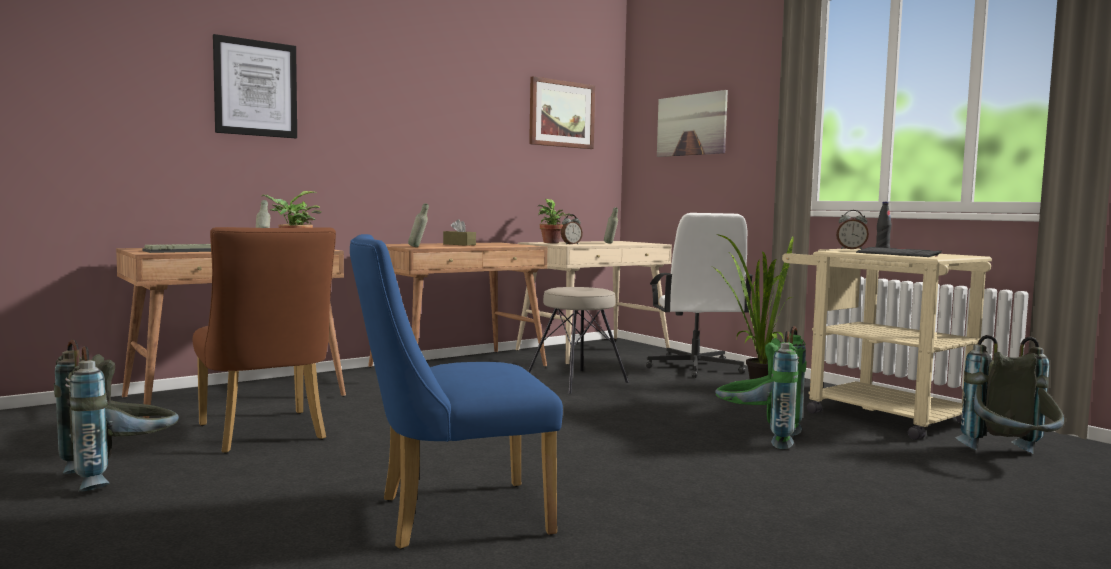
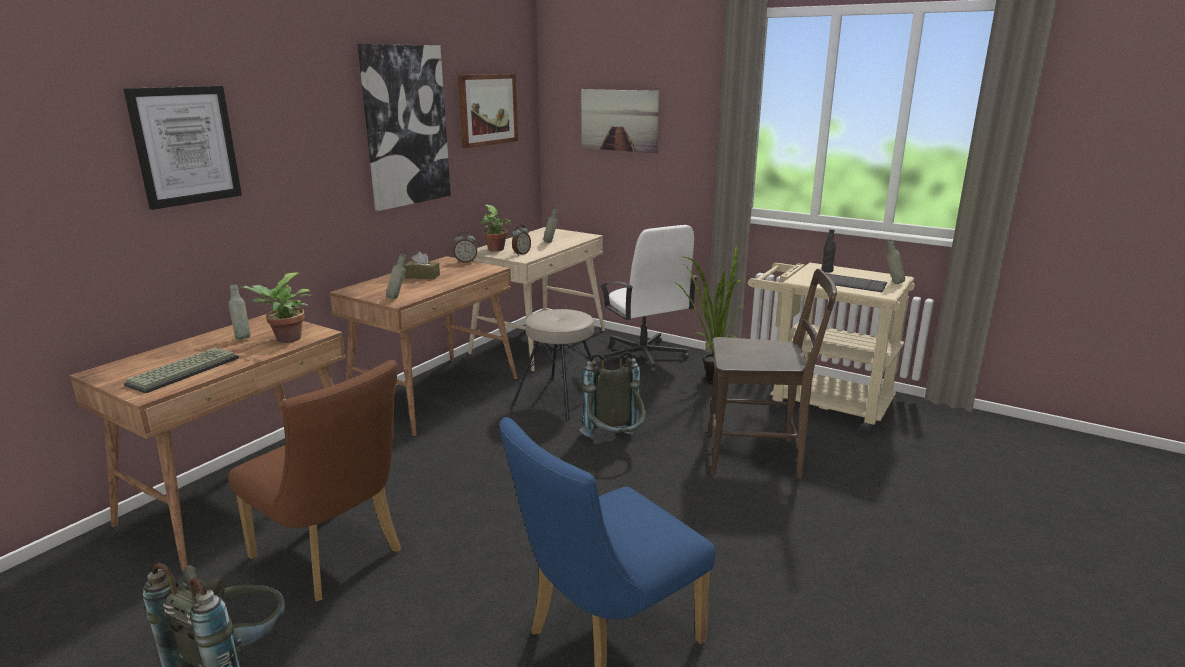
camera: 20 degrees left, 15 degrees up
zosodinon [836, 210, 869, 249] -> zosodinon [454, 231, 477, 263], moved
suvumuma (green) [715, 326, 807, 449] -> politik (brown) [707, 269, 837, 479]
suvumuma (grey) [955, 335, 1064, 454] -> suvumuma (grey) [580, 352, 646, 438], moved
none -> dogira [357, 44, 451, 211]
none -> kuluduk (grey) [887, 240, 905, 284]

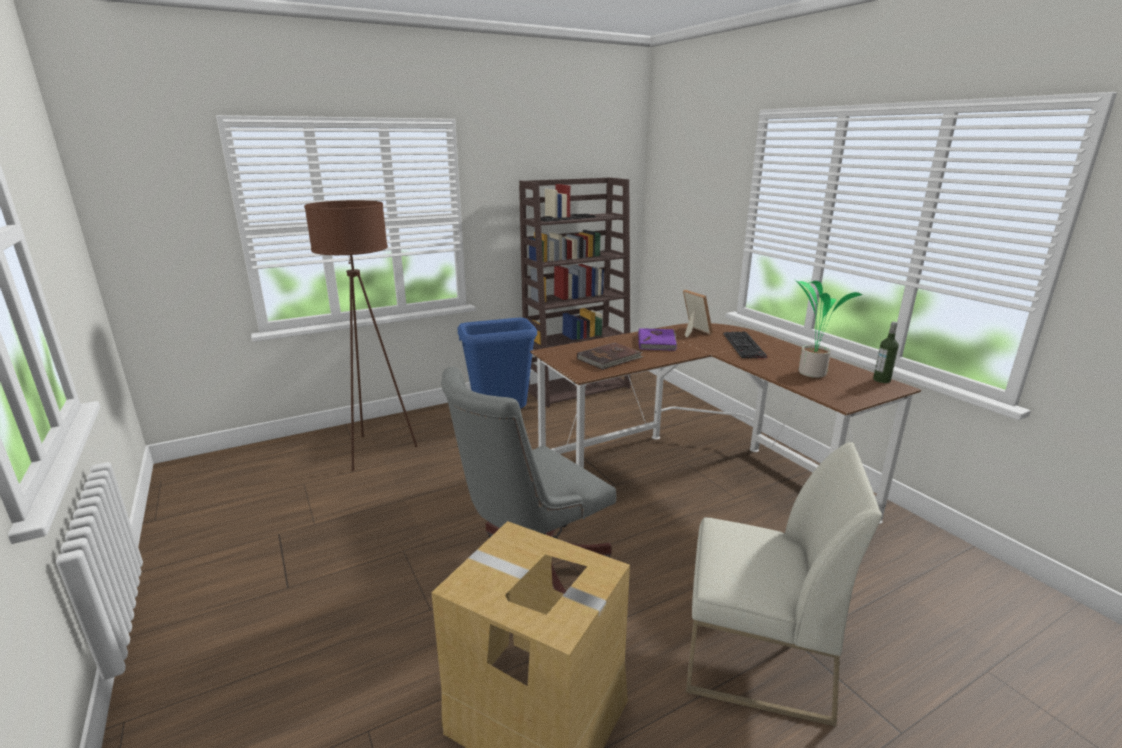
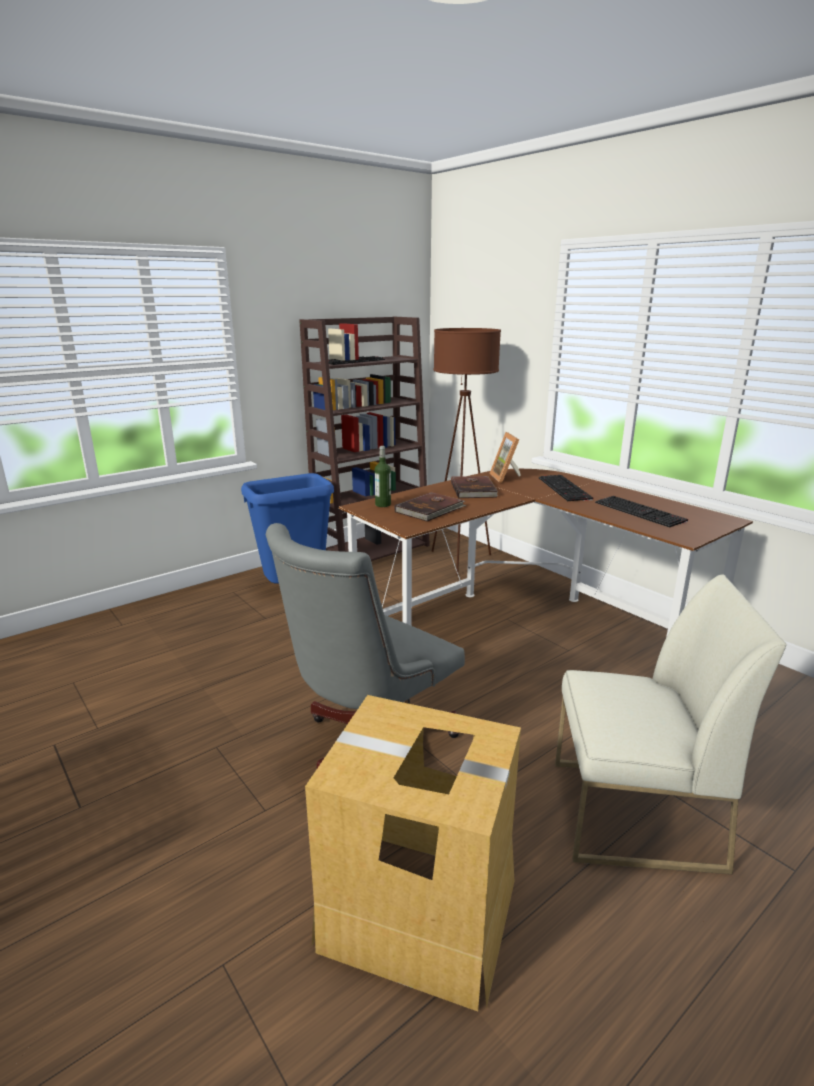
camera: 10 degrees left, 0 degrees up
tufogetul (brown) [304, 200, 418, 471] -> tufogetul (brown) [432, 328, 501, 575], moved
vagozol [795, 280, 863, 378] -> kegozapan [595, 496, 688, 528]
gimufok [683, 290, 713, 338] -> gimufok [489, 432, 521, 483], 150 degrees counterclockwise
kuluduk [873, 321, 899, 383] -> kuluduk [375, 446, 391, 507], moved
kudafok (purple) [638, 328, 677, 351] -> kudafok (brown) [451, 476, 498, 498]

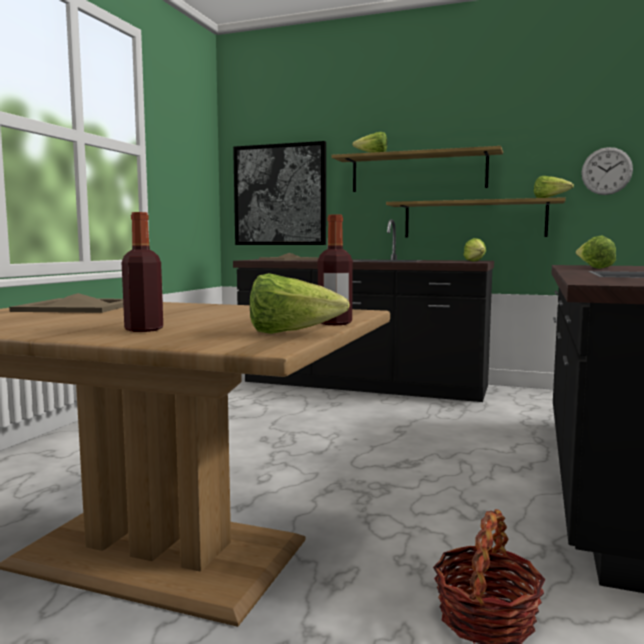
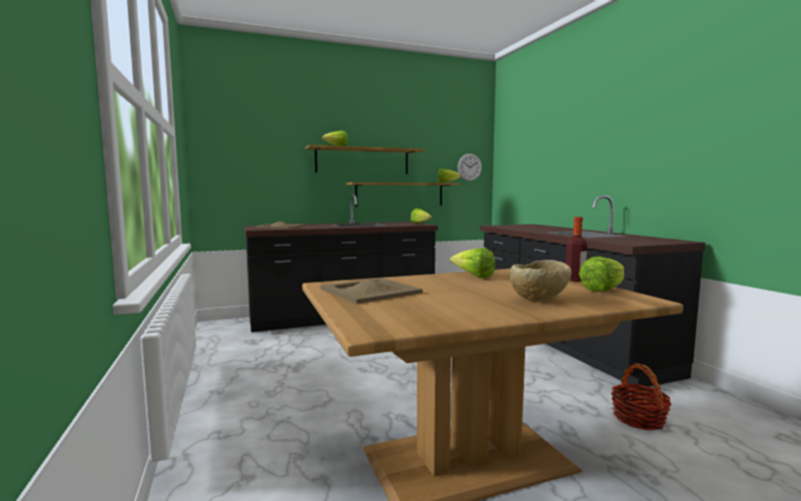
camera: 40 degrees left, 0 degrees up
dogira [233, 141, 326, 245] -> none
kuluduk [122, 212, 163, 332] -> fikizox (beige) [509, 260, 572, 301]
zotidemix [576, 235, 616, 269] -> zotidemix [450, 248, 495, 278], moved

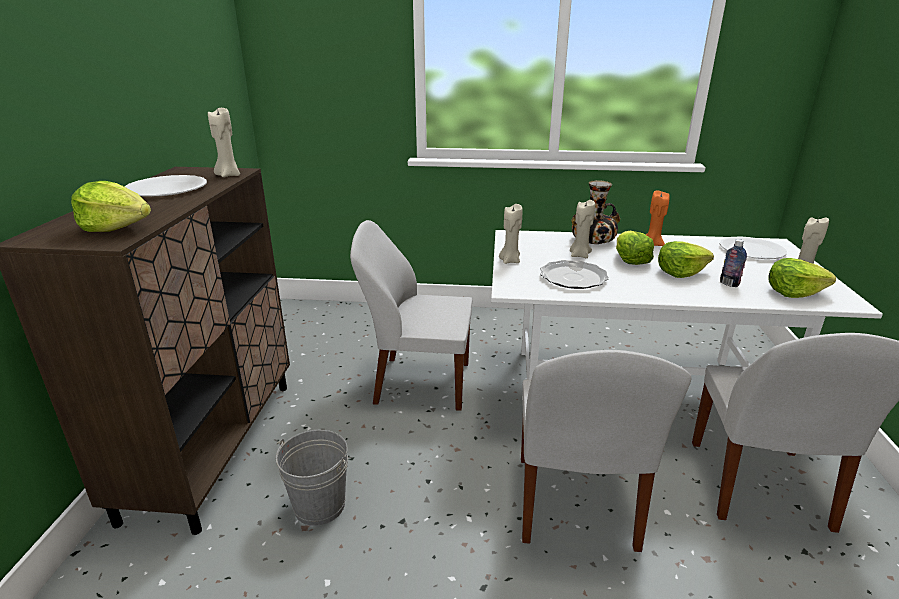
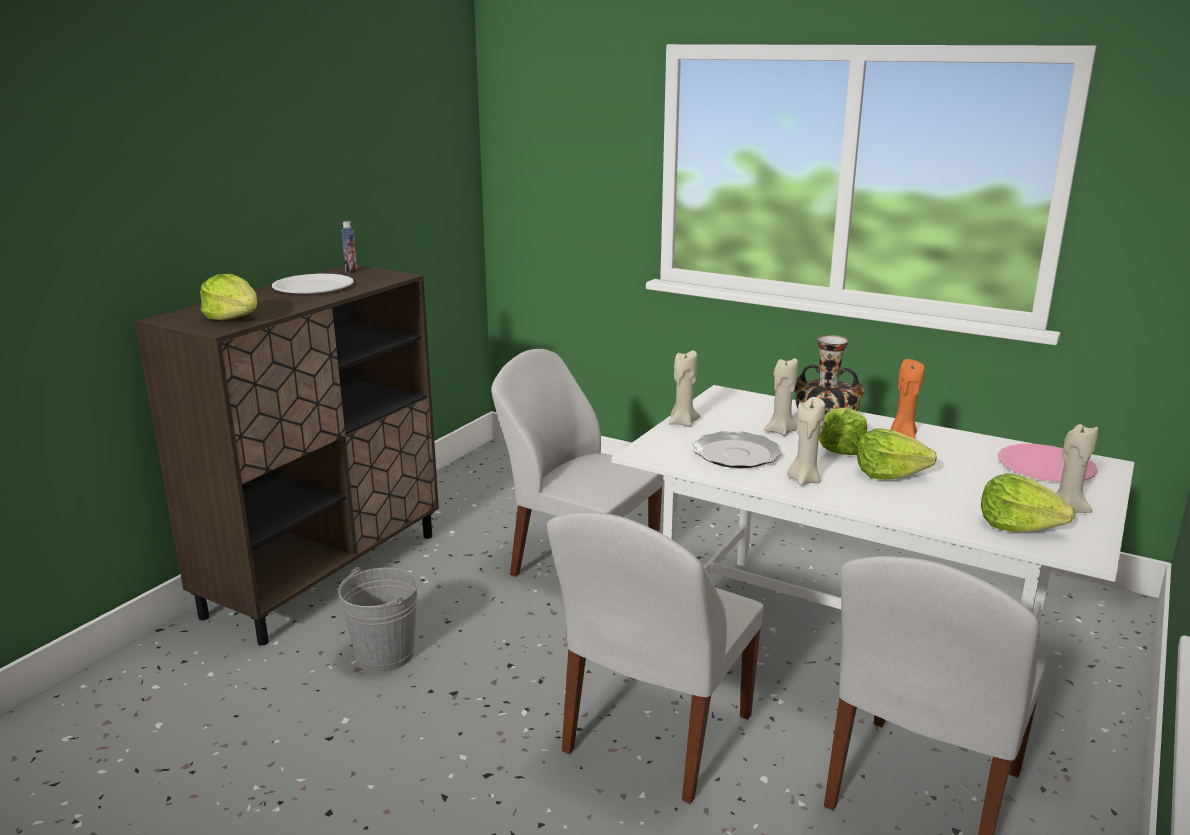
camera: 25 degrees right, 5 degrees down
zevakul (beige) [208, 108, 240, 177] -> zevakul (beige) [787, 397, 825, 486], moved
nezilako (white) [720, 237, 787, 259] -> nezilako (pink) [998, 444, 1098, 482]
kuluduk [720, 239, 747, 287] -> kuluduk [342, 221, 358, 274], moved

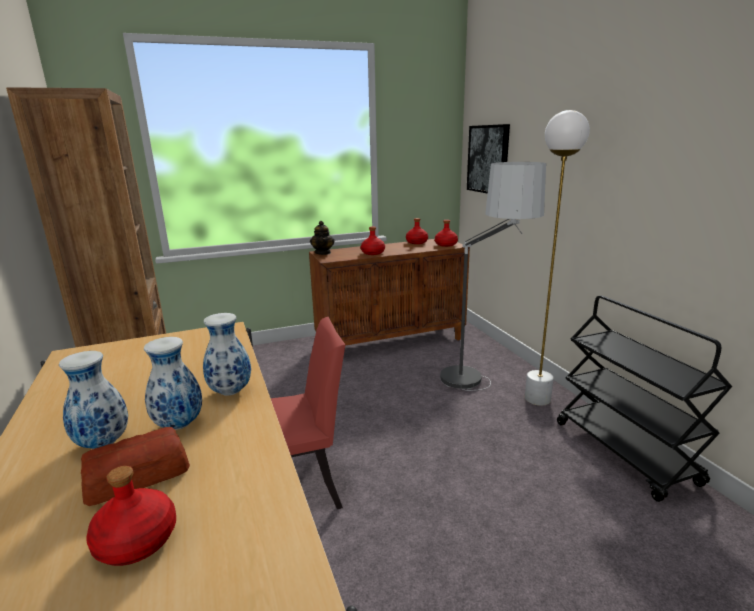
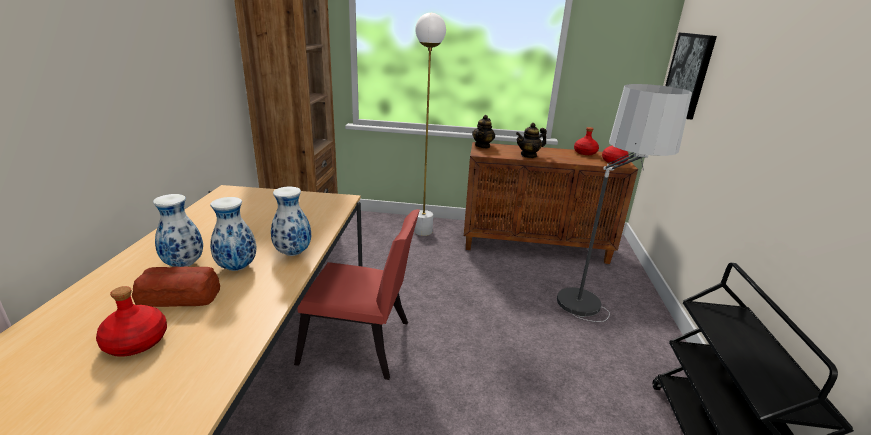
camera: 25 degrees right, 5 degrees up
tufogetul (white) [525, 110, 590, 406] -> tufogetul (white) [414, 13, 446, 236], moved
kuluduk (red) [361, 227, 385, 255] -> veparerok [516, 123, 547, 158]

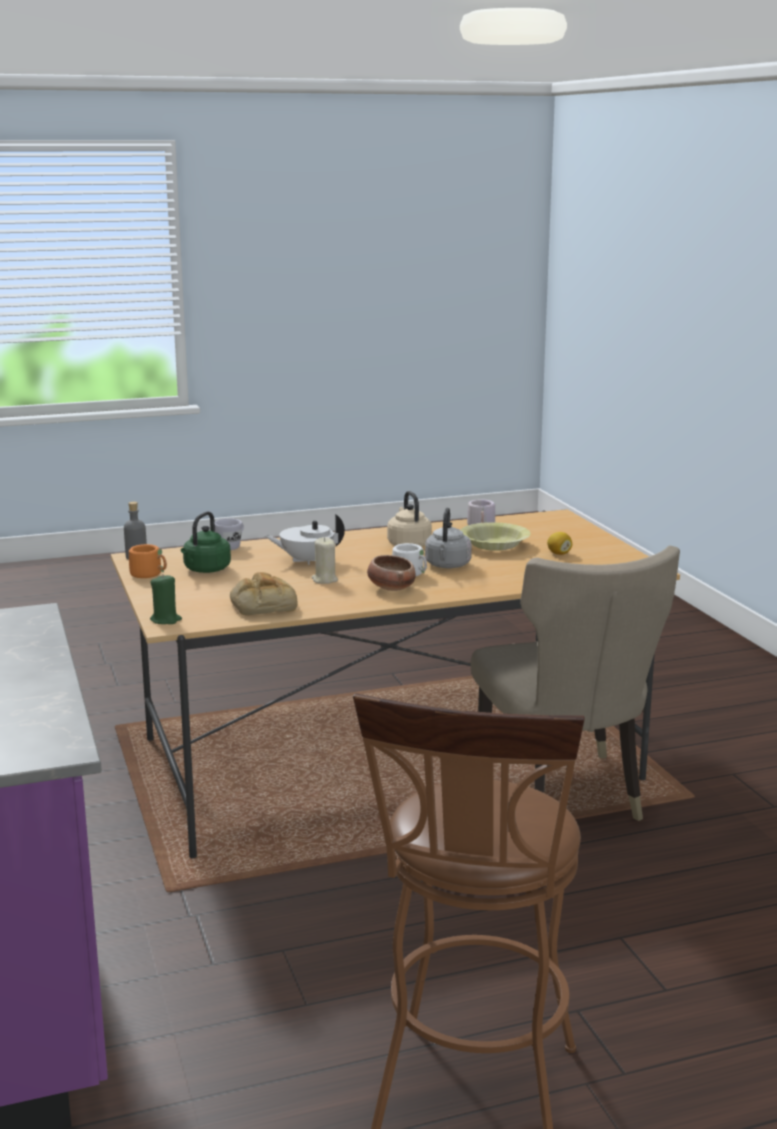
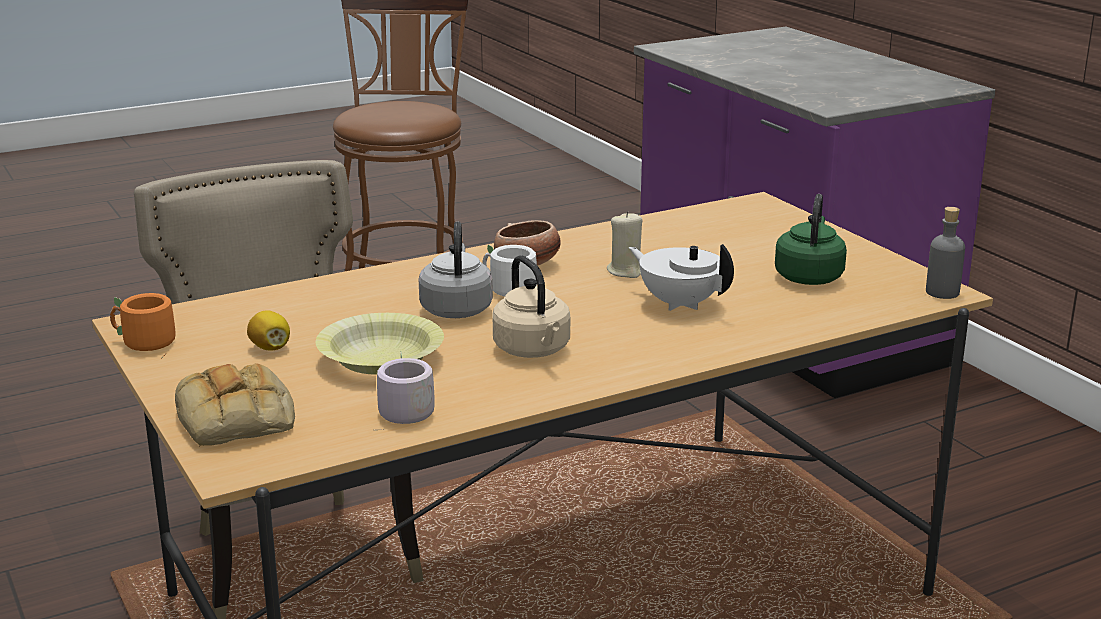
camera: 170 degrees right, 5 degrees up
veparerok (white) [264, 514, 345, 565] -> veparerok (white) [629, 244, 734, 311], 120 degrees counterclockwise
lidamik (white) [215, 518, 244, 550] -> none
lidamik (orange) [129, 544, 167, 578] -> lidamik (orange) [110, 293, 176, 359], moved
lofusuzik [230, 572, 297, 615] -> lofusuzik [175, 363, 295, 446], moved
zevakul (green) [150, 574, 182, 624] -> none

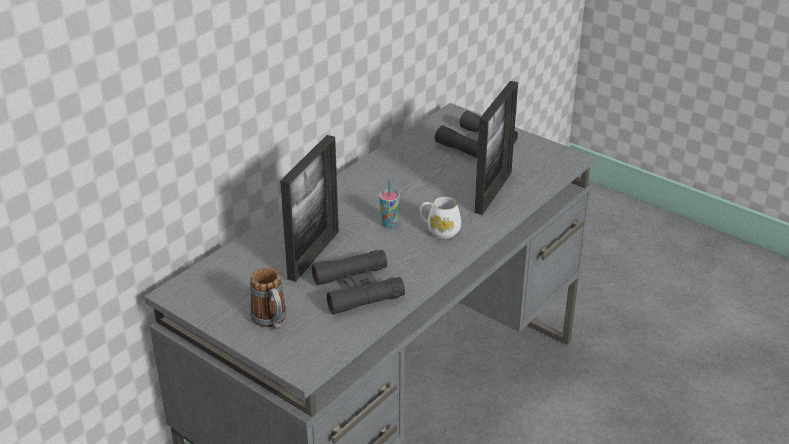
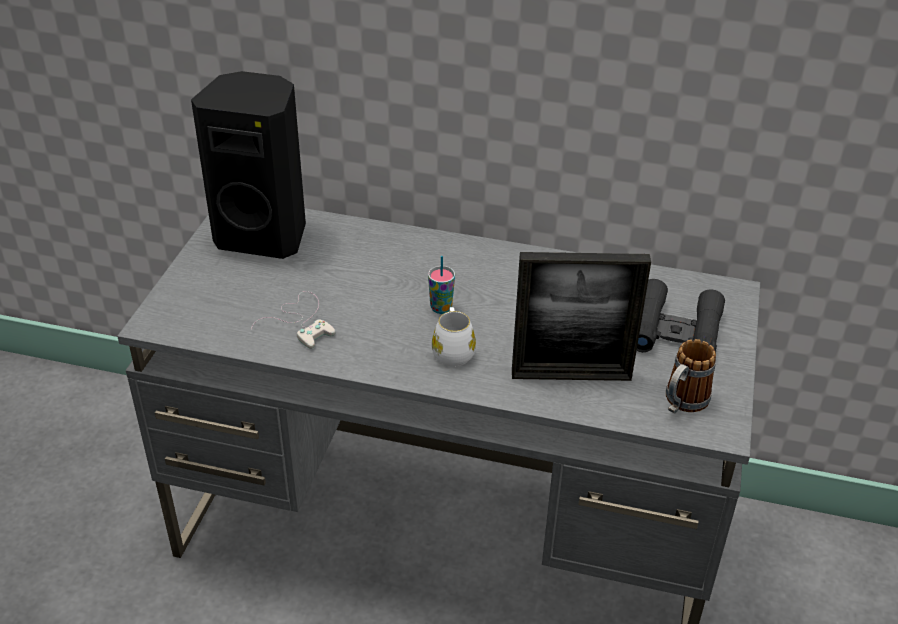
camera: 65 degrees right, 5 degrees up
gimufok [280, 135, 339, 282] -> none
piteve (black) [312, 250, 405, 315] -> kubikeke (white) [251, 291, 336, 349]
lidamik [250, 268, 287, 330] -> lidamik [666, 339, 716, 414], moved
none -> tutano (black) [191, 71, 306, 259]

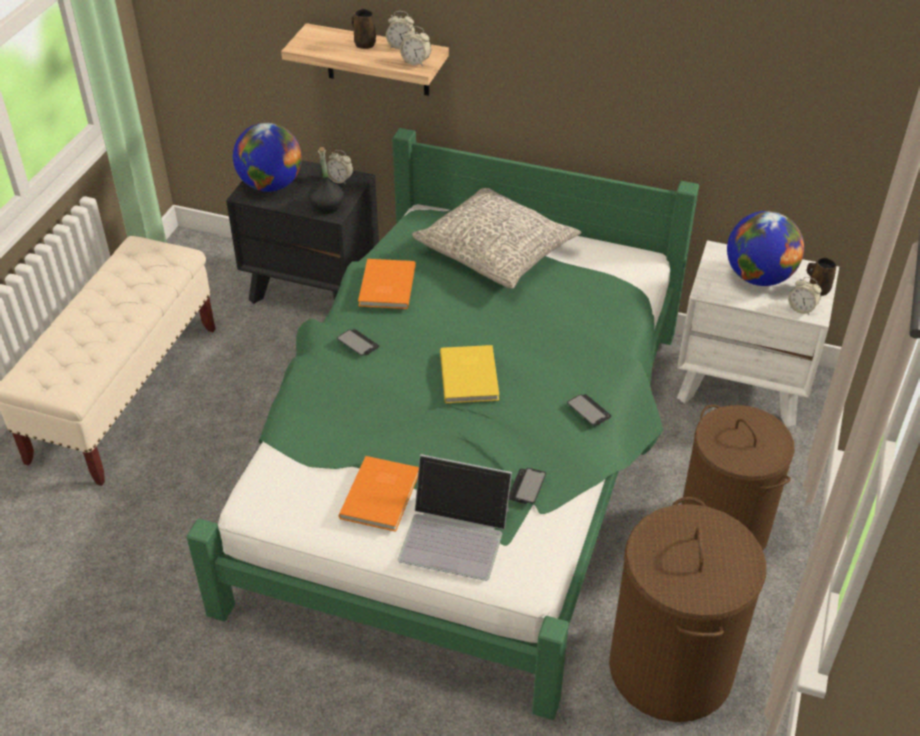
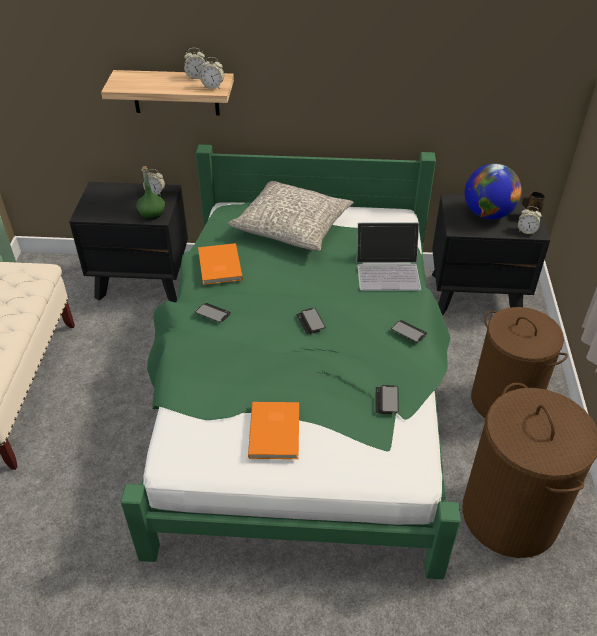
camera: 15 degrees left, 0 degrees up
lidamik (brown) [352, 9, 376, 49] -> none
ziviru [233, 123, 302, 192] -> none
kuluduk (black) [308, 147, 344, 214] -> kuluduk (green) [136, 166, 165, 220]
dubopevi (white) [677, 240, 839, 427] -> dubopevi (black) [432, 195, 550, 316]
kudafok (yellow) [440, 345, 499, 403] -> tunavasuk [297, 308, 325, 334]
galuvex [398, 454, 512, 581] -> galuvex [356, 222, 421, 291], moved

